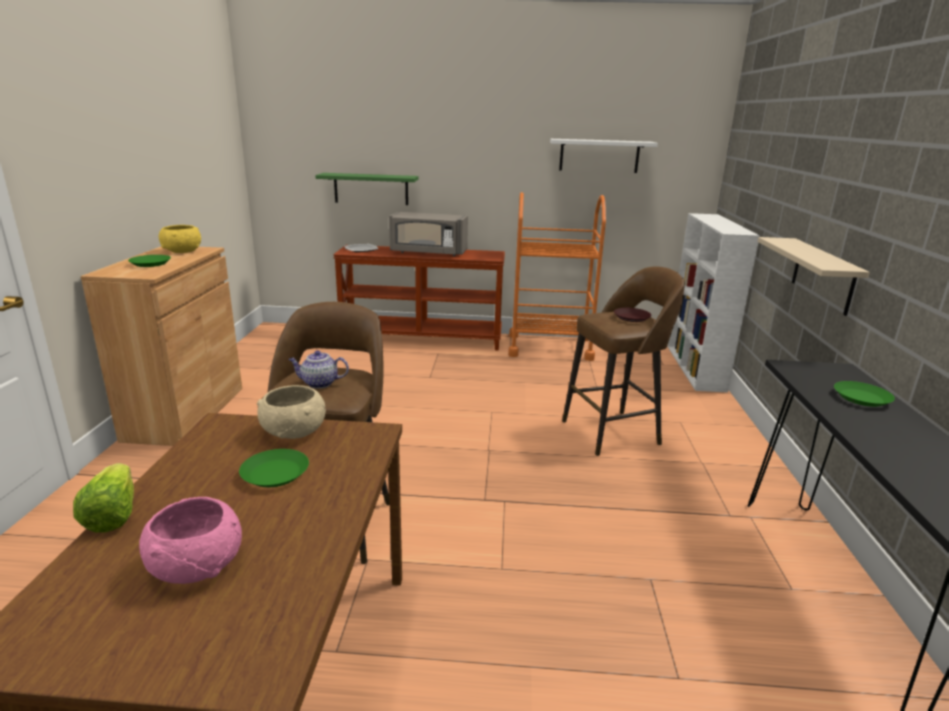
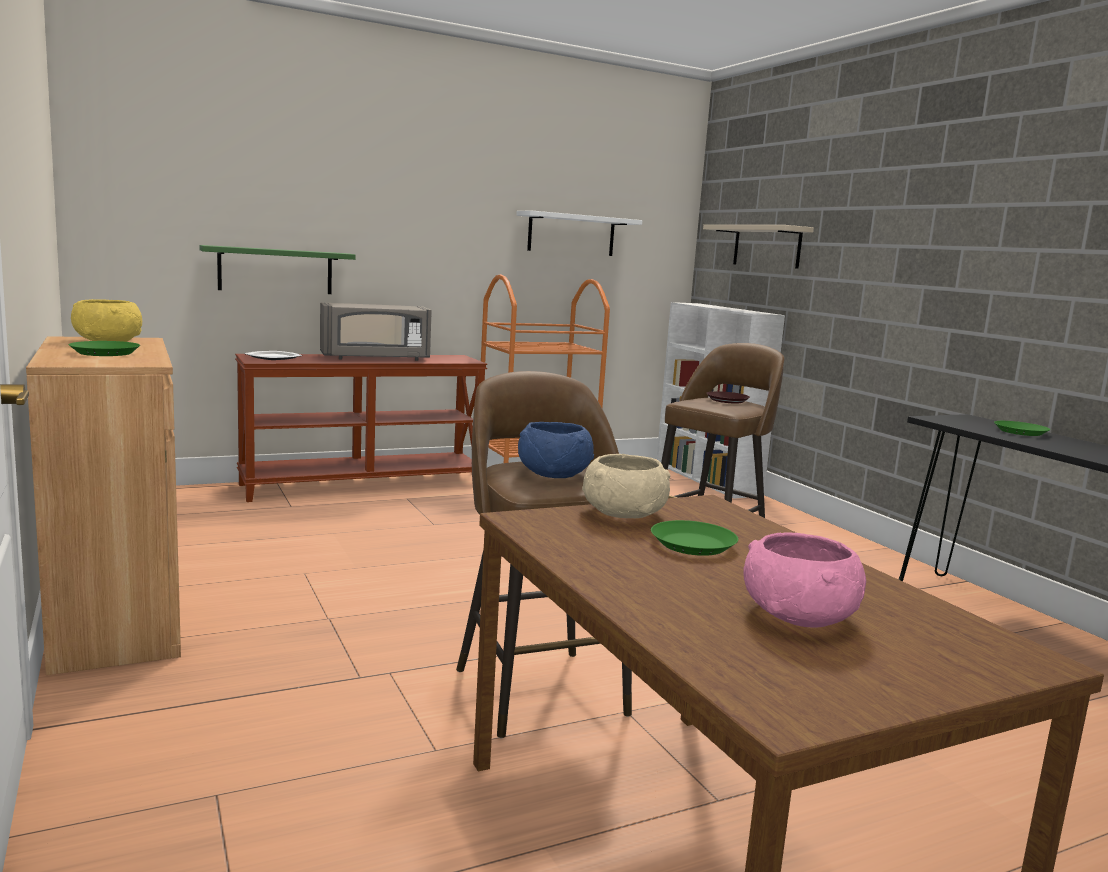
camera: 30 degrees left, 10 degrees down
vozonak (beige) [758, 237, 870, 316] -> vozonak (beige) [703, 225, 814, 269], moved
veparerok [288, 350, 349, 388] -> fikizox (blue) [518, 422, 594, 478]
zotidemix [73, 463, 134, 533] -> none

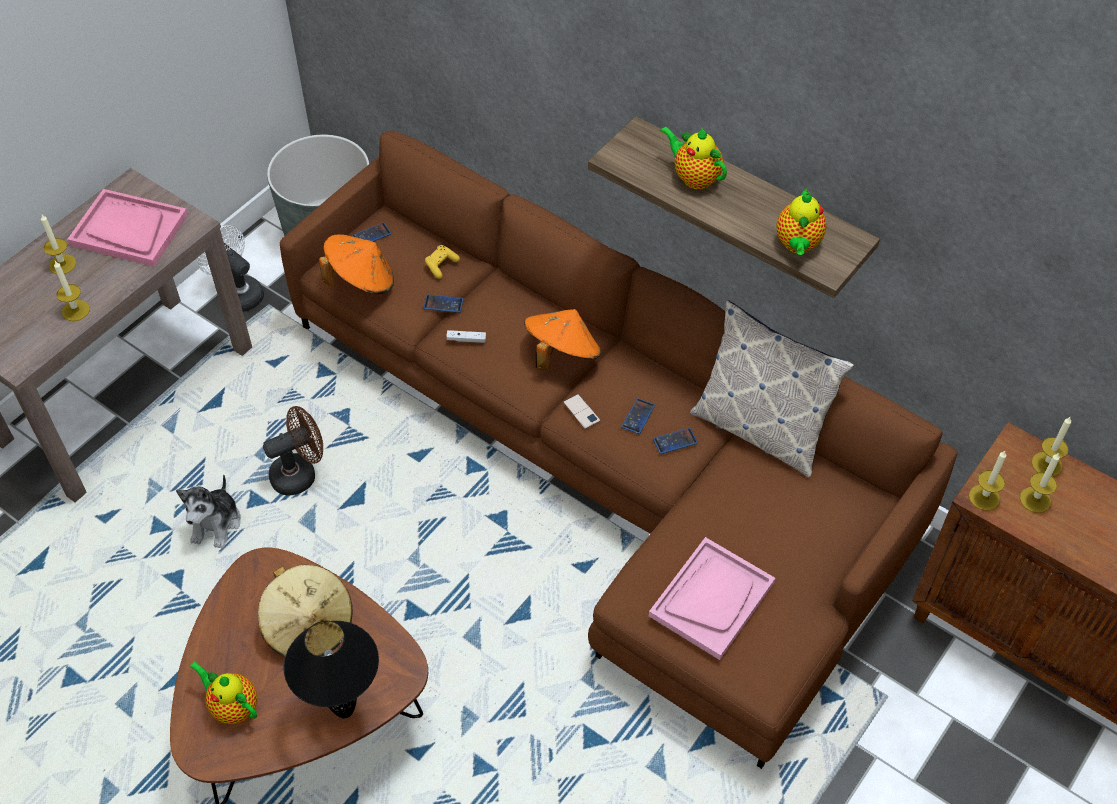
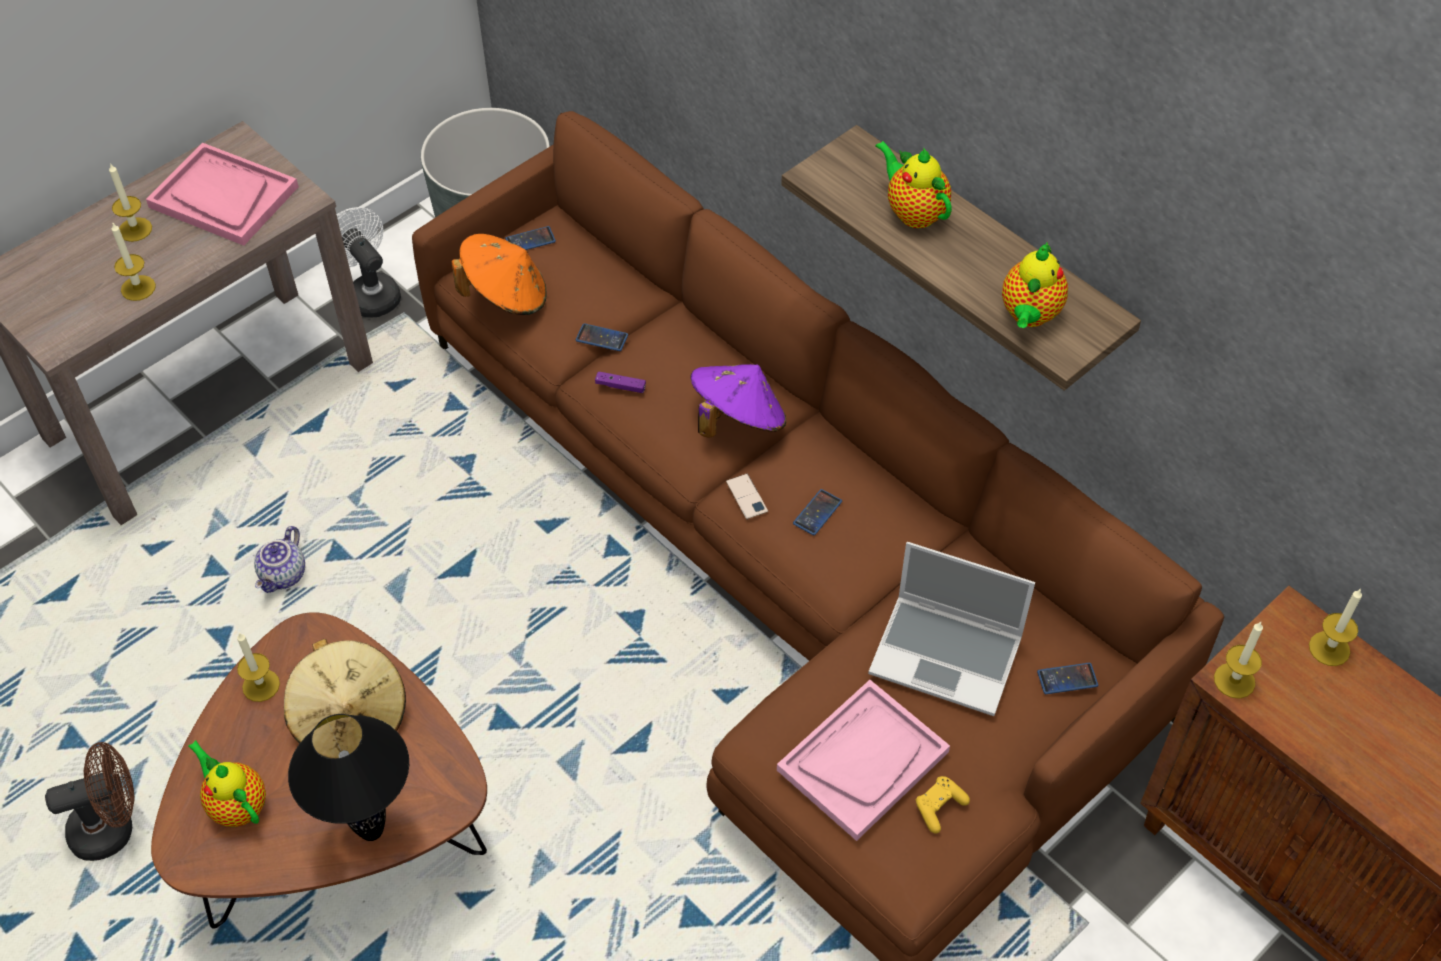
camera: 10 degrees right, 0 degrees up
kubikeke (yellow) [425, 245, 460, 279] -> kubikeke (yellow) [915, 776, 970, 834], moved
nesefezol [690, 300, 854, 478] -> none
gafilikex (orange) [524, 309, 601, 370] -> gafilikex (purple) [691, 364, 786, 437]
kubikeke (white) [446, 330, 486, 343] -> kubikeke (purple) [595, 371, 646, 393]
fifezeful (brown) [263, 406, 323, 496] -> fifezeful (brown) [45, 742, 135, 861], moved
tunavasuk [653, 428, 698, 454] -> tunavasuk [1037, 663, 1098, 694], moved
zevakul [1020, 453, 1060, 513] -> zevakul [237, 633, 280, 702], moved
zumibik [176, 474, 241, 549] -> veparerok [254, 526, 305, 593]
none -> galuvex [868, 542, 1035, 716]

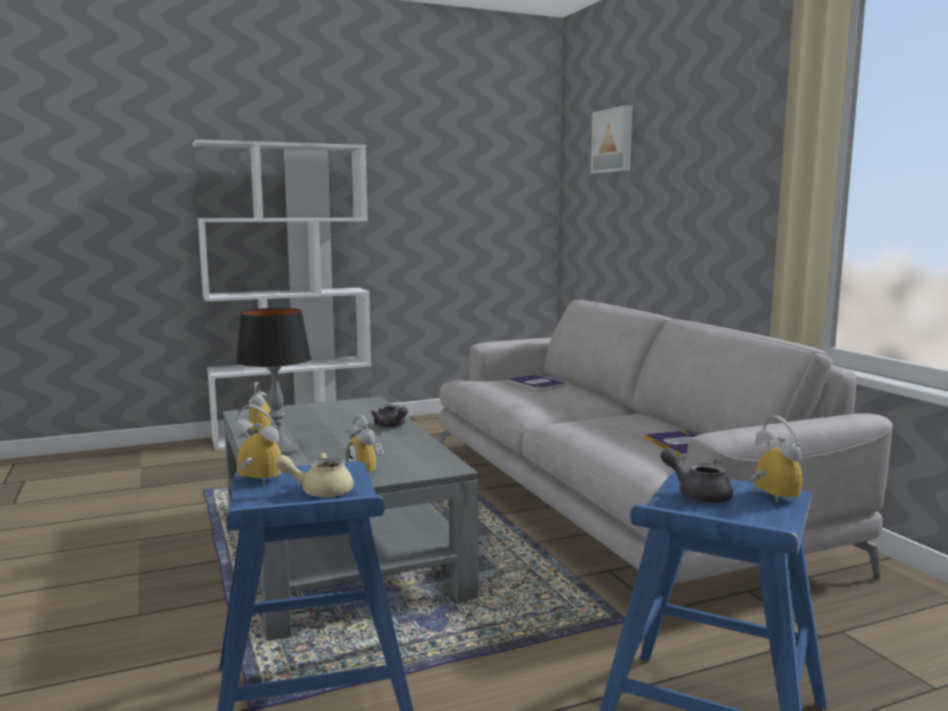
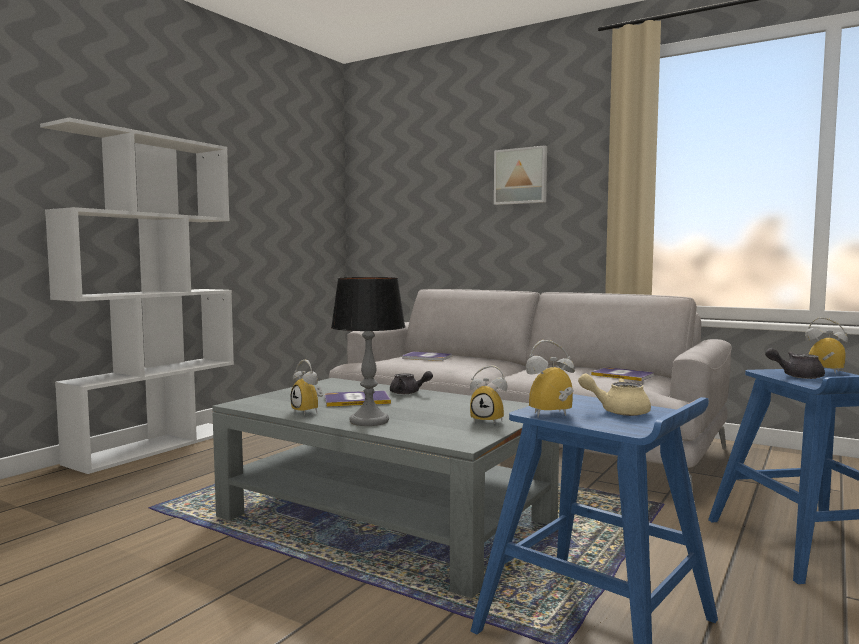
camera: 35 degrees left, 5 degrees down
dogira [591, 105, 633, 173] -> dogira [494, 145, 547, 205], moved
veparerok (beige) [274, 452, 354, 497] -> veparerok (beige) [578, 373, 651, 416], 60 degrees clockwise
none -> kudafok [325, 391, 391, 407]

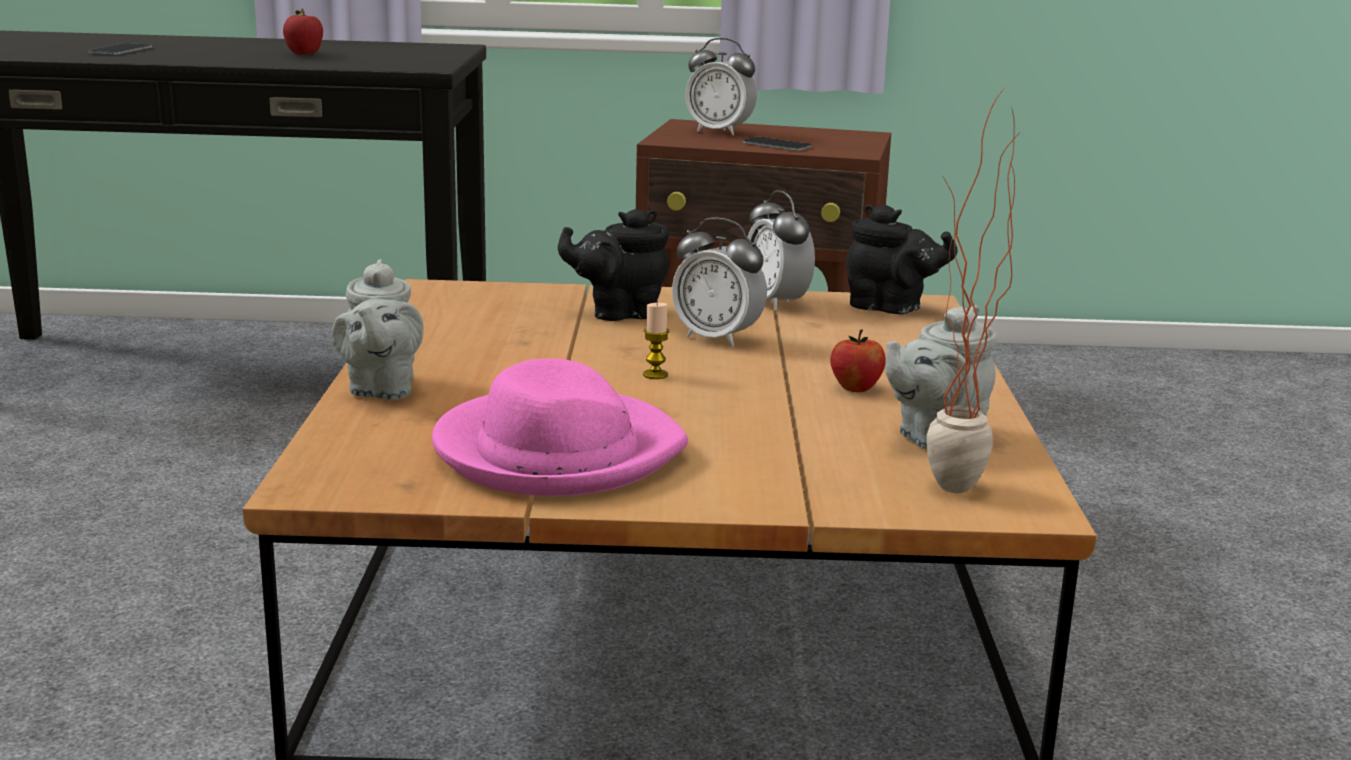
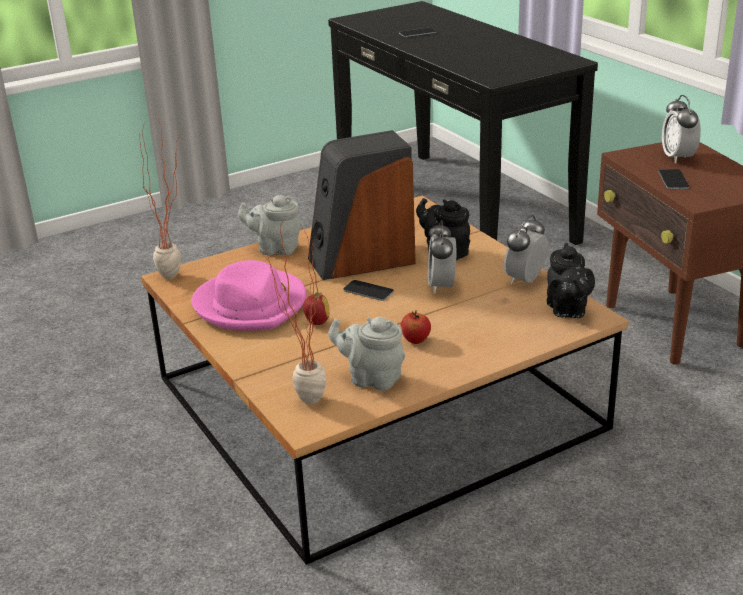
camera: 60 degrees right, 10 degrees up
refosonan [283, 9, 323, 54] -> refosonan [303, 292, 329, 325], moved
veparerok (grey) [332, 259, 424, 400] -> veparerok (grey) [238, 195, 302, 255], 45 degrees clockwise
zevakul [643, 303, 669, 379] -> tunavasuk [343, 280, 394, 301]
none -> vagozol [139, 114, 181, 279]
none -> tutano [308, 130, 416, 280]

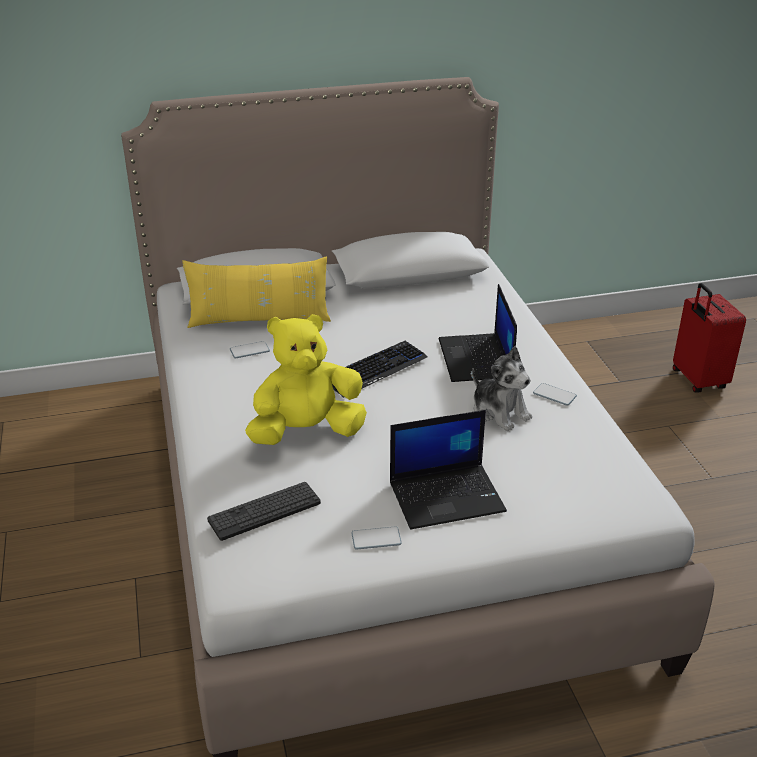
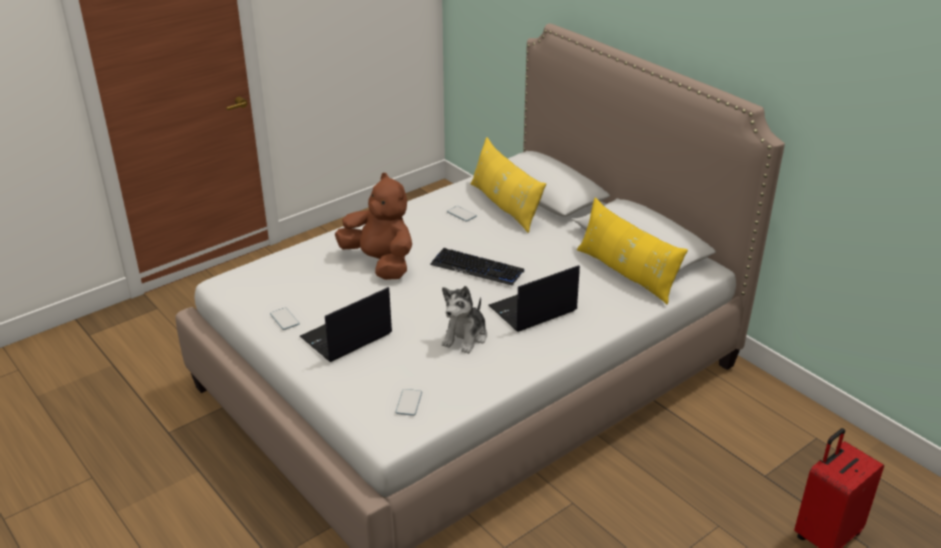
camera: 65 degrees right, 0 degrees up
zumibik (yellow) [245, 314, 367, 445] -> zumibik (brown) [335, 173, 412, 280]
tunavasuk [533, 383, 577, 406] -> tunavasuk [395, 389, 422, 416], moved
galuvex [390, 410, 507, 530] -> galuvex [300, 287, 392, 362], 90 degrees clockwise
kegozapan [207, 482, 321, 541] -> none
none -> nesefezol (yellow) [577, 197, 688, 304]

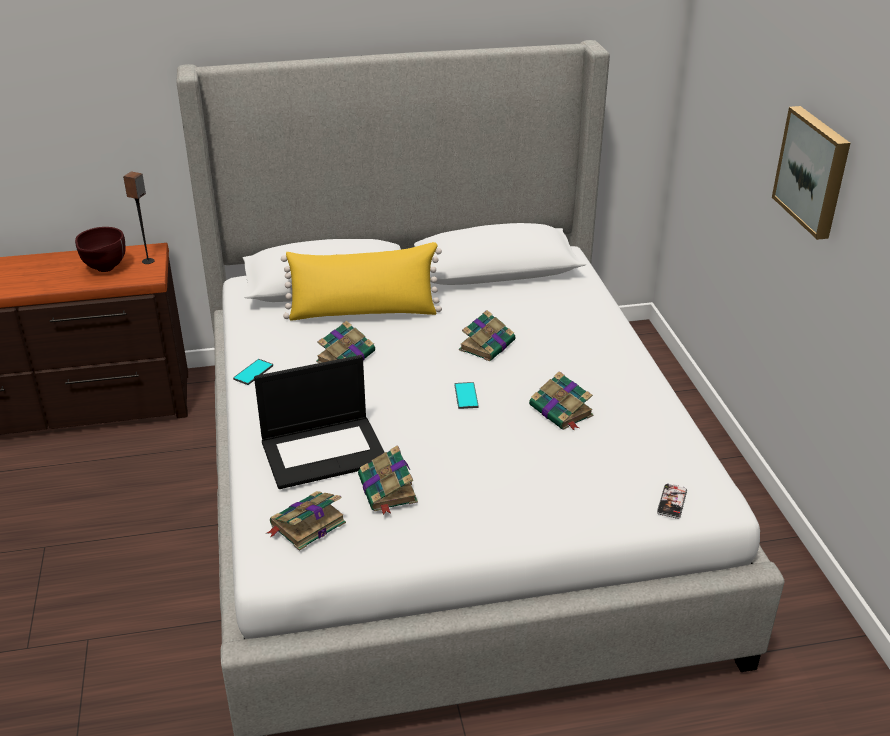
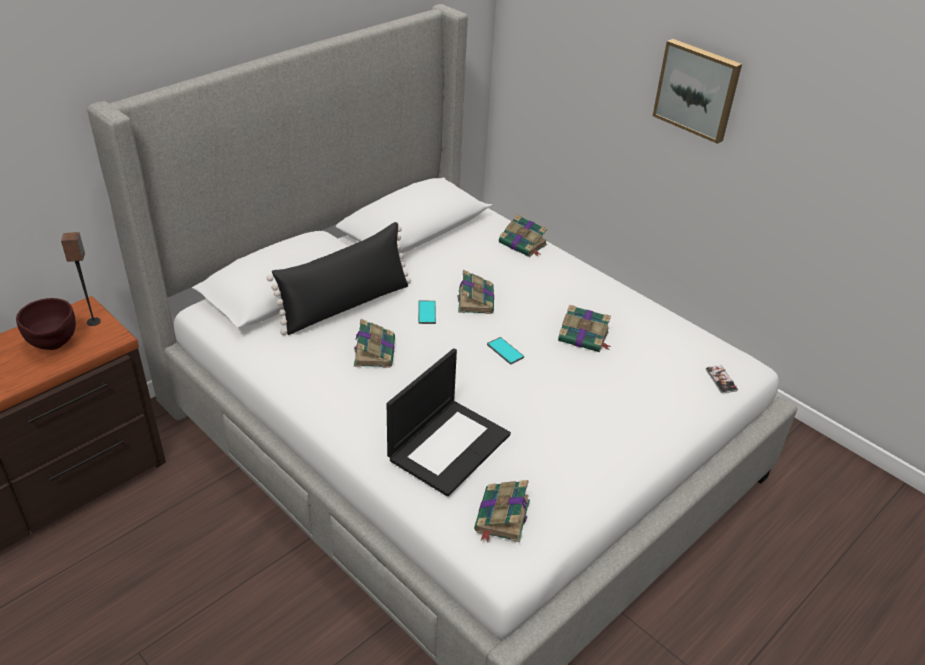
camera: 35 degrees left, 5 degrees up
nesefezol (yellow) [281, 242, 442, 321] -> nesefezol (black) [267, 222, 411, 335]
tunavasuk [233, 359, 273, 385] -> tunavasuk [418, 301, 436, 324], moved
kudafok [358, 445, 418, 515] -> kudafok [499, 215, 547, 257], moved

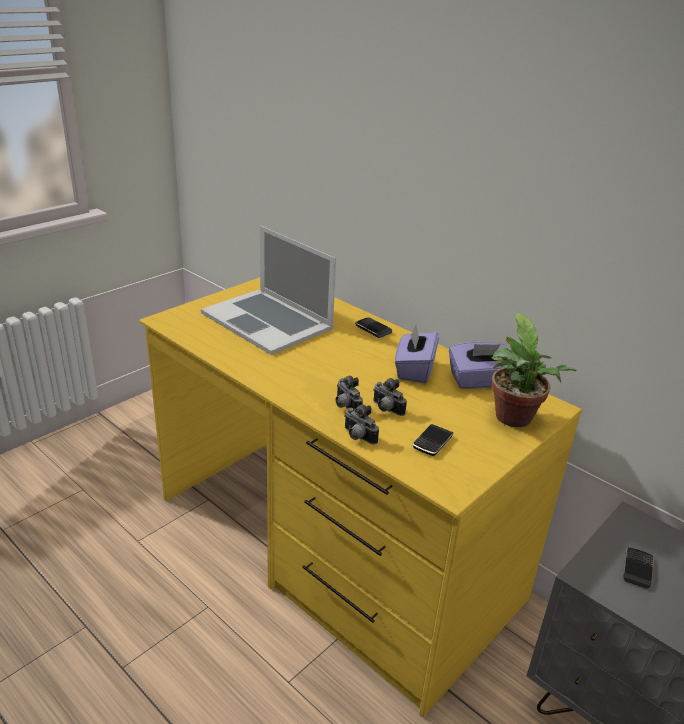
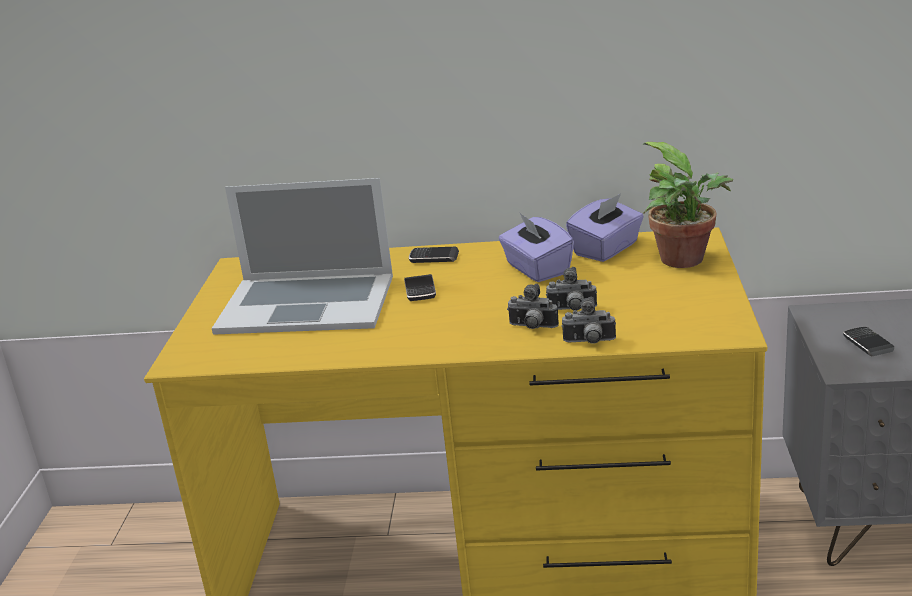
camera: 35 degrees left, 5 degrees down
tunavasuk [412, 424, 453, 456] -> tunavasuk [404, 274, 436, 301], moved

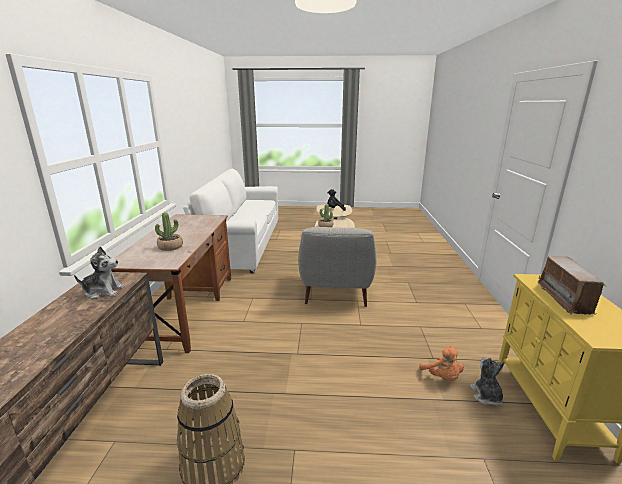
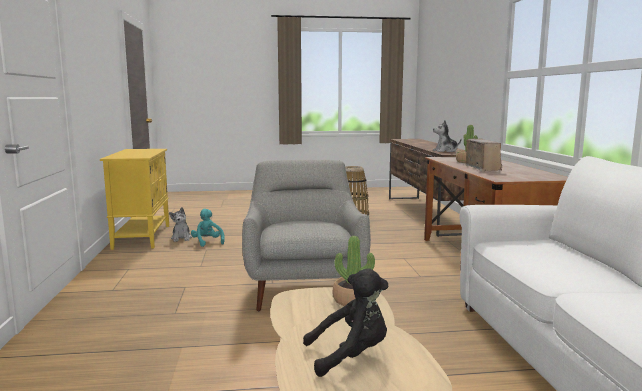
camera: 170 degrees right, 10 degrees down
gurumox [538, 256, 606, 315] -> gurumox [466, 138, 502, 172], moved
zumibik (orange) [419, 346, 464, 381] -> zumibik (turquoise) [191, 209, 225, 247]

